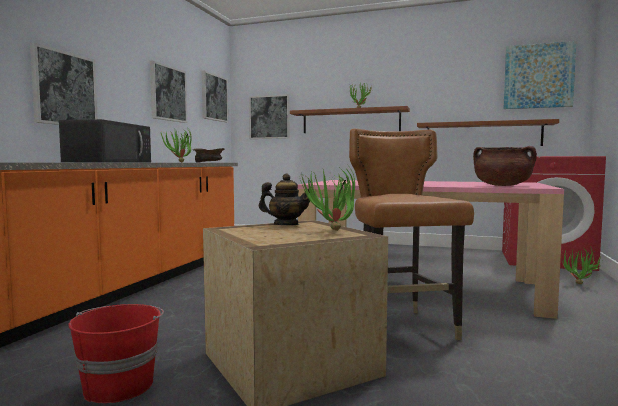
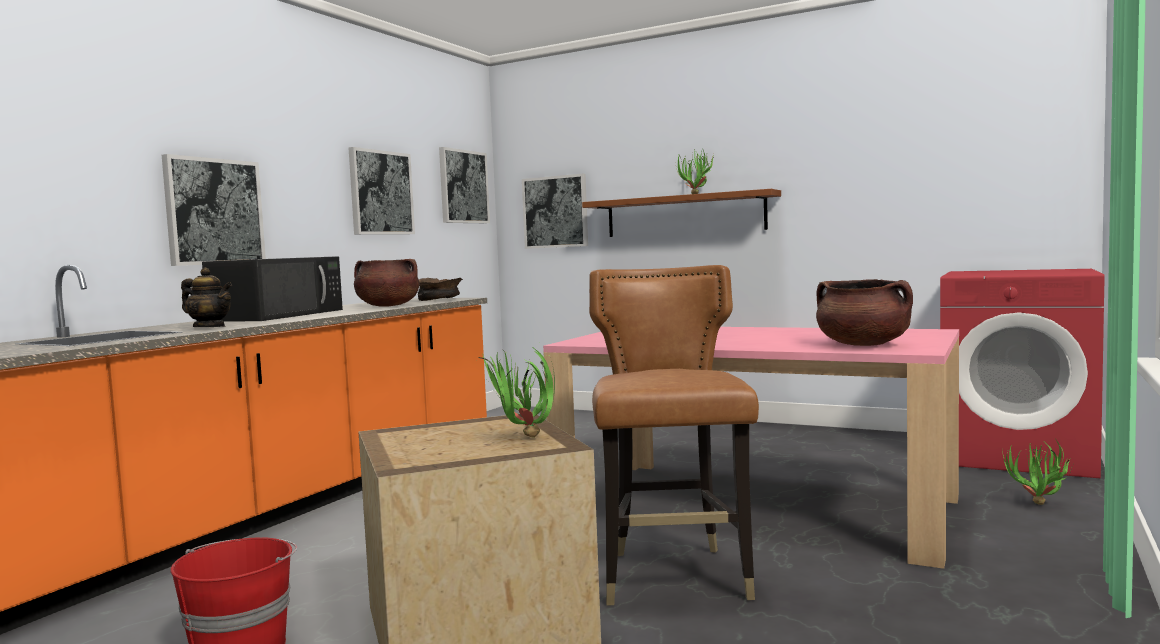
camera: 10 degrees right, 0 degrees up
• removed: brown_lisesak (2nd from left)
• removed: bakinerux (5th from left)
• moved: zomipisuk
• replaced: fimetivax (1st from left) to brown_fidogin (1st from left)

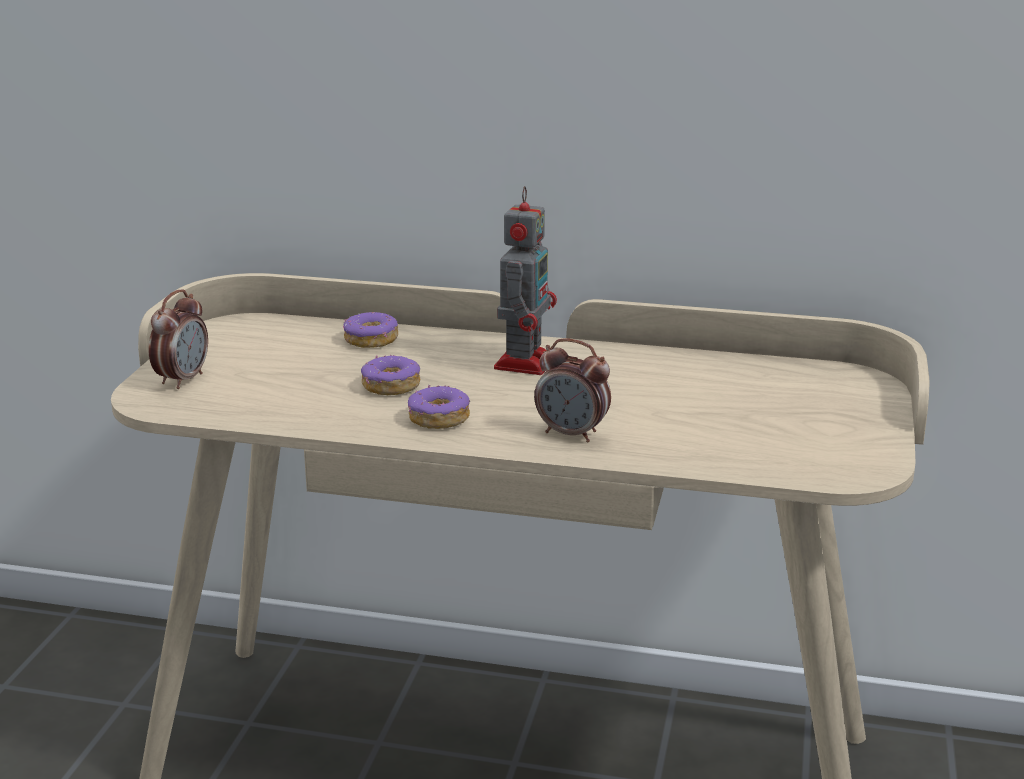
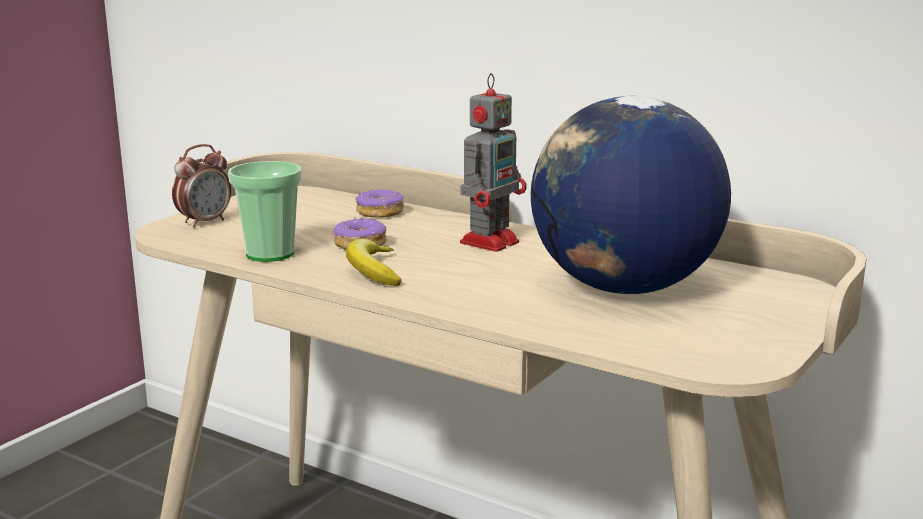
camera: 20 degrees right, 5 degrees down
• removed: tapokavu (2nd from left)
• added: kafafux
• added: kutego
• replaced: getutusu (3rd from left) to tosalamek

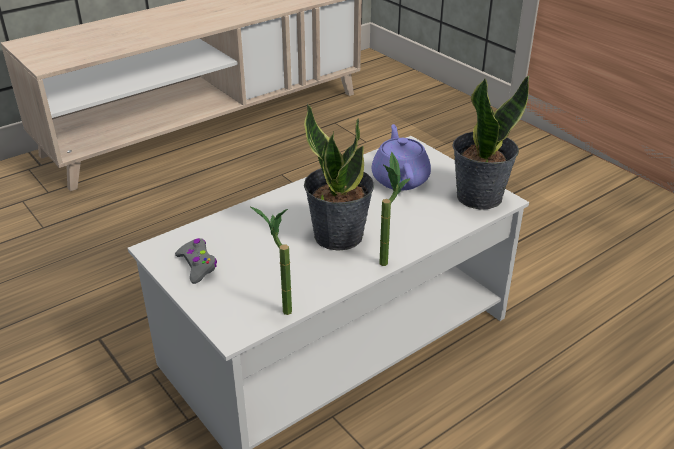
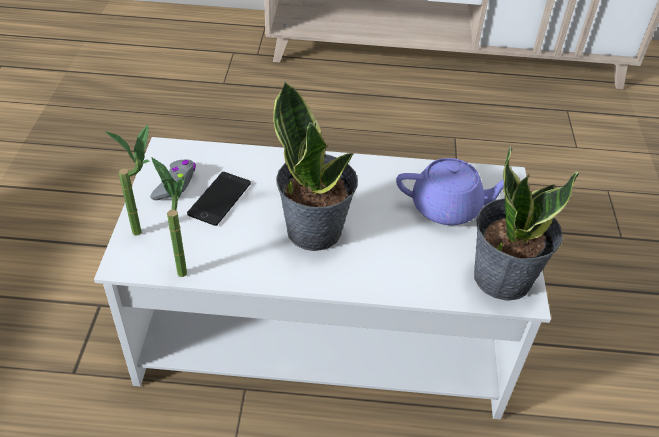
camera: 40 degrees right, 10 degrees up
• added: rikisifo
• moved: fimetivax (3rd from left in the first image) to fimetivax (1st from left)
• turned: purple_zomipisuk 60 degrees clockwise

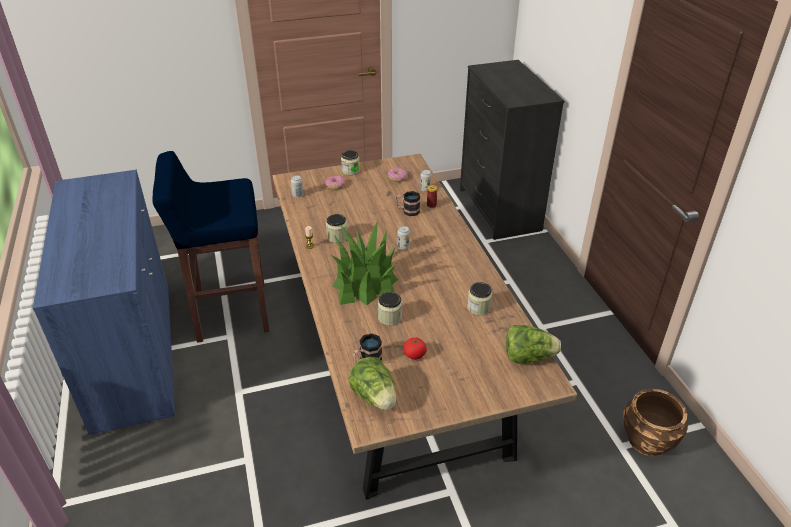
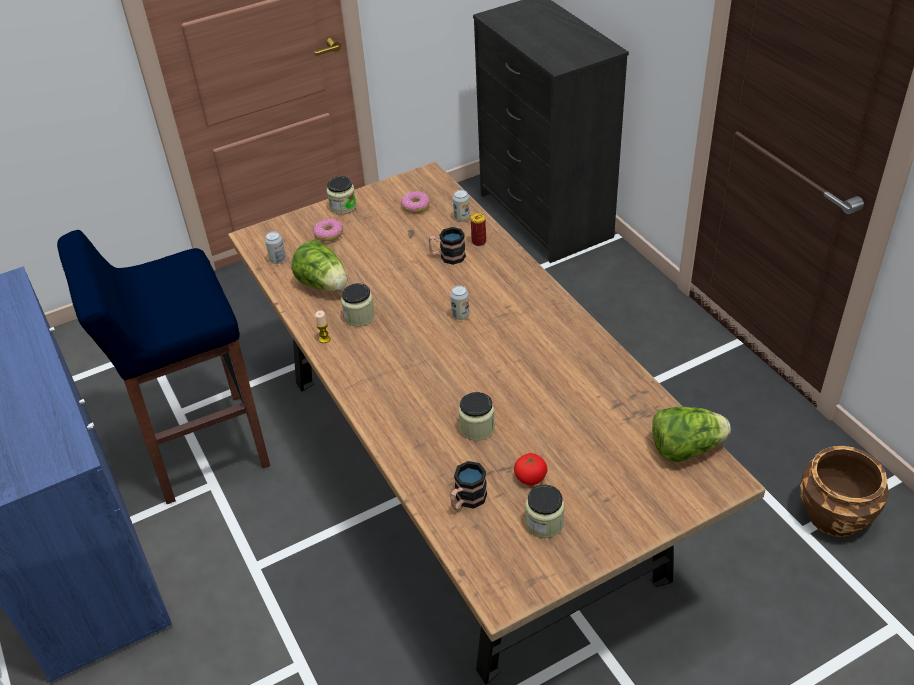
camera: 10 degrees left, 5 degrees up
• removed: fimetivax
• moved: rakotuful (1st from left)
• moved: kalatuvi (4th from left)

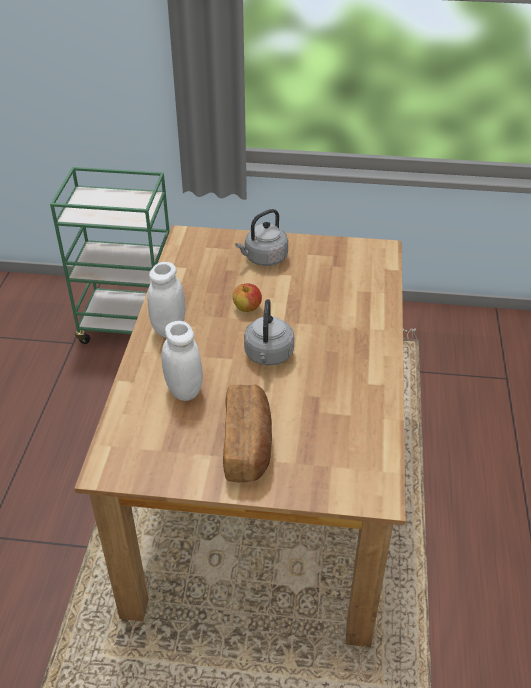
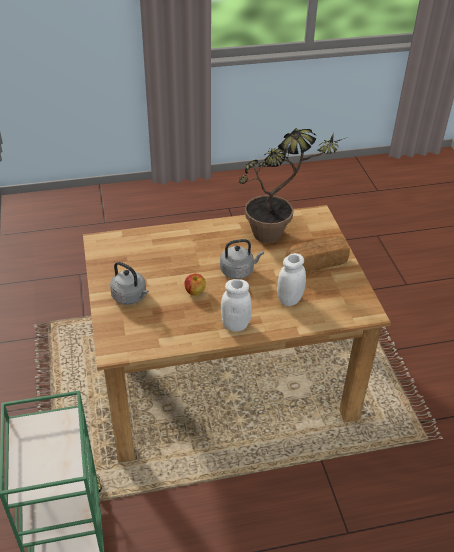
camera: 110 degrees left, 0 degrees up
• added: fimetivax

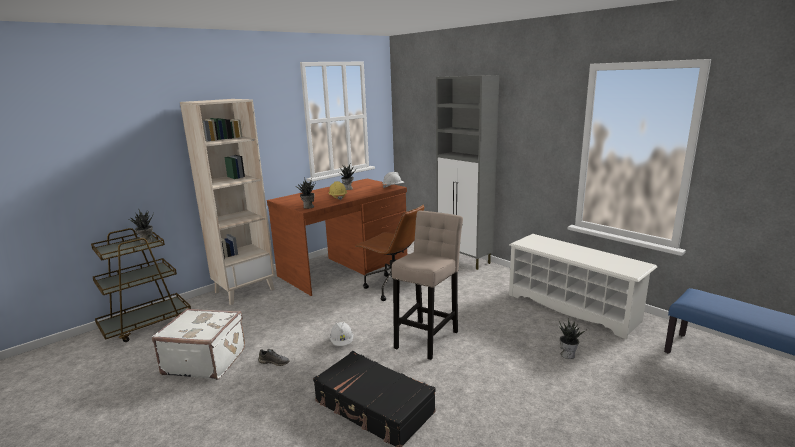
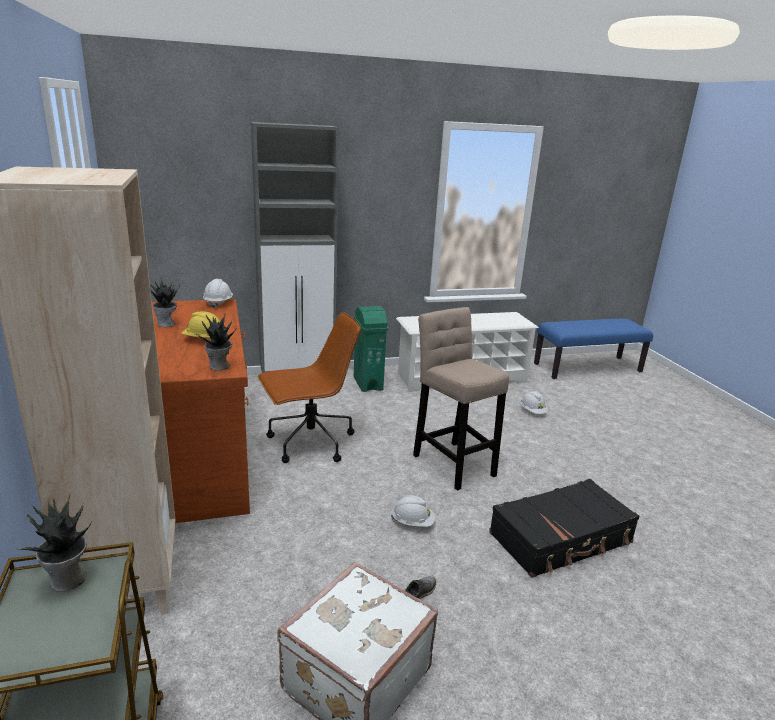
camera: 65 degrees left, 5 degrees up
• added: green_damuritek
• replaced: fimetivax (4th from left) to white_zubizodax (3rd from left)

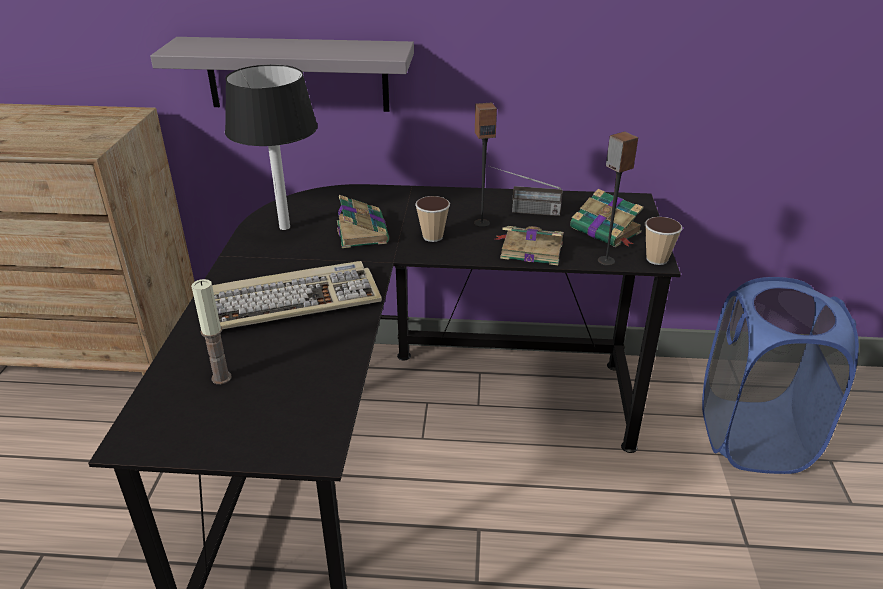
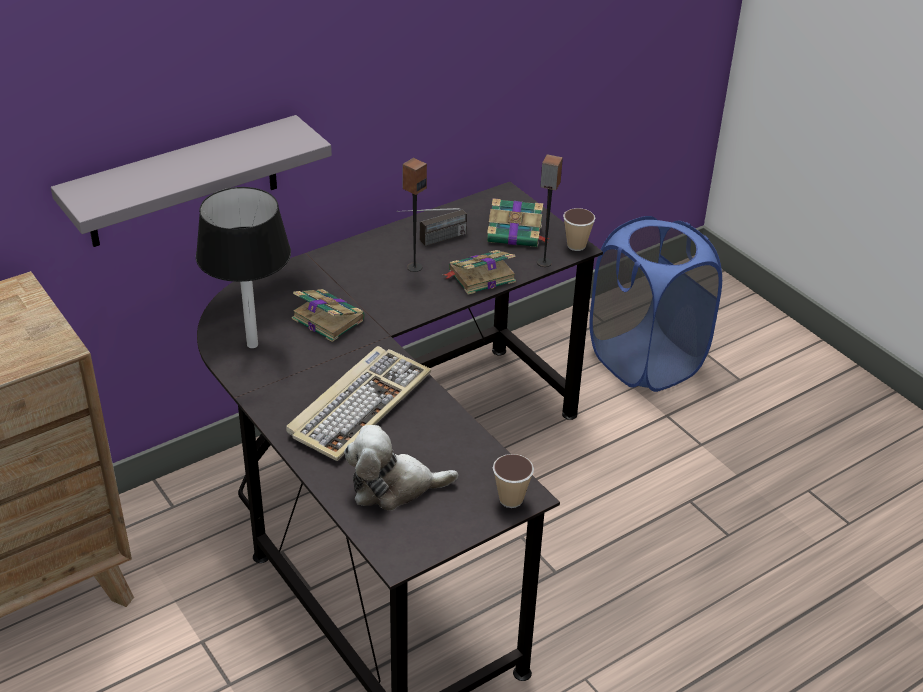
camera: 40 degrees left, 5 degrees up
• moved: kafafux (1st from left)
• replaced: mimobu to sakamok

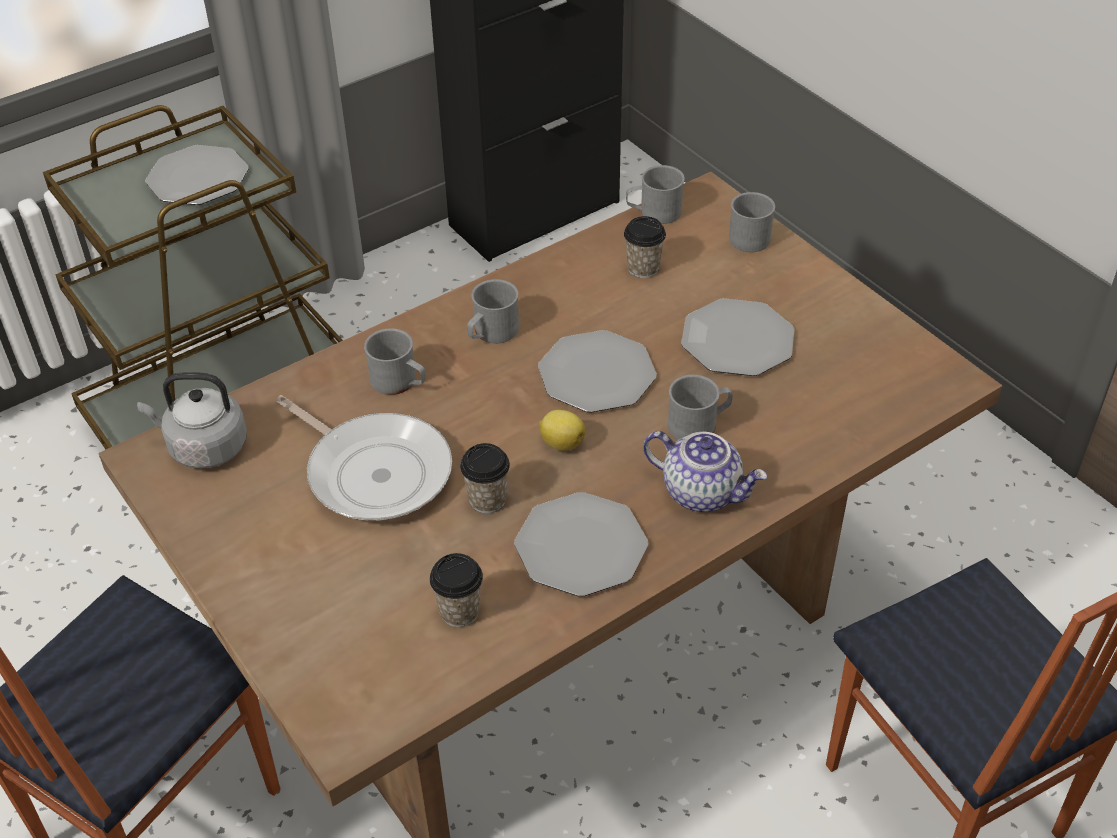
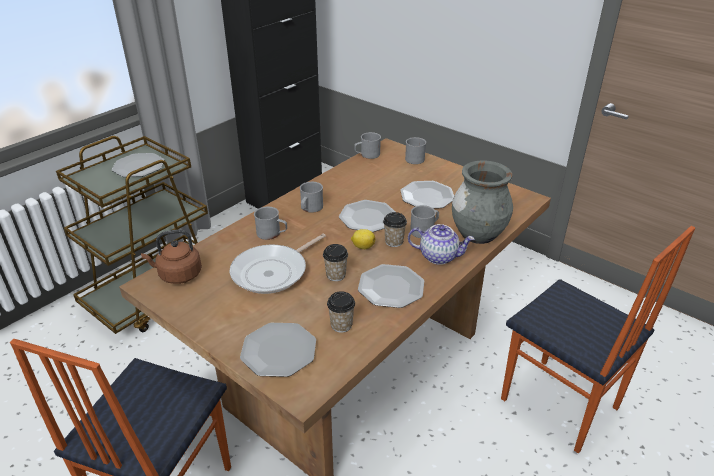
camera: 15 degrees left, 10 degrees down
• added: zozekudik (2nd from left)
• added: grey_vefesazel
• moved: kafafux (3rd from left)
• recoloured: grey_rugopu to brown_rugopu
• turned: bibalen 105 degrees clockwise

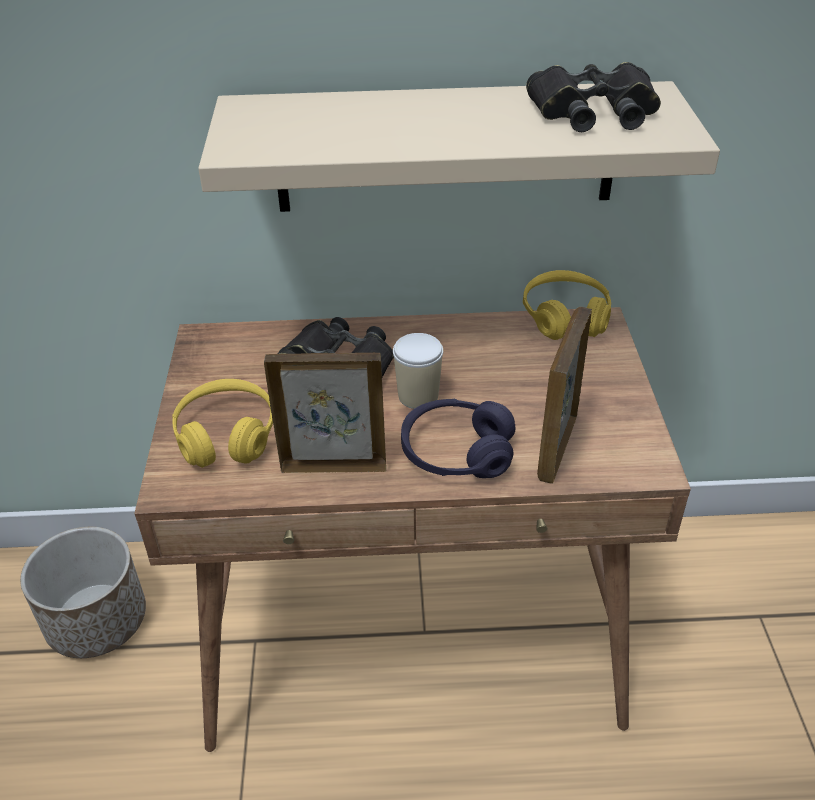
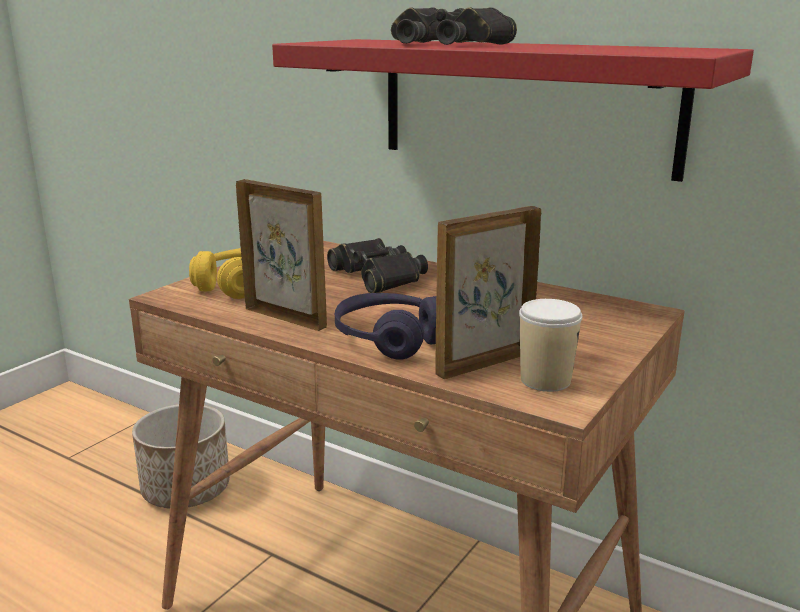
camera: 35 degrees right, 20 degrees down
• removed: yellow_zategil (2nd from left)
• moved: kafafux
• moved: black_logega (2nd from left)
• recoloured: beige_lisesak to red_lisesak

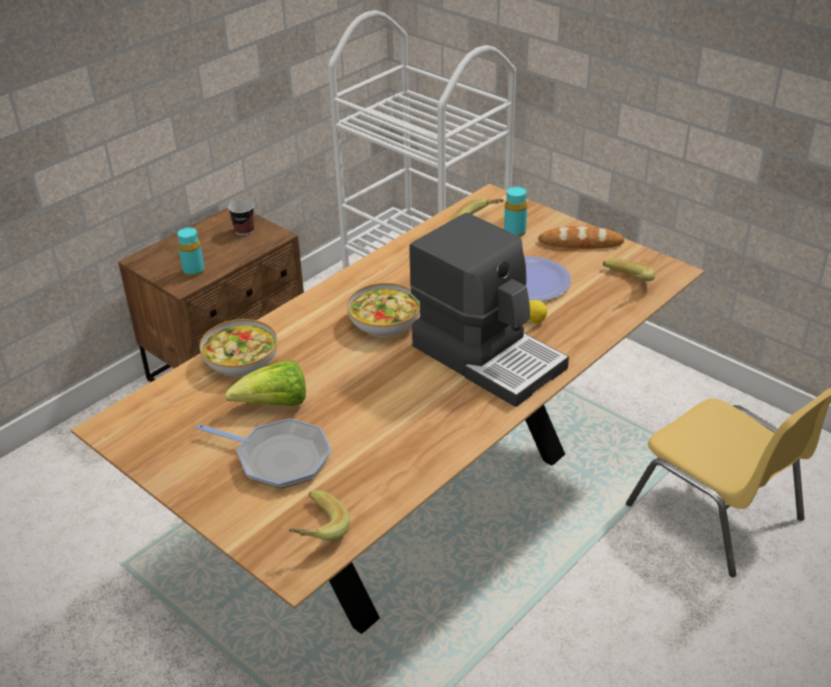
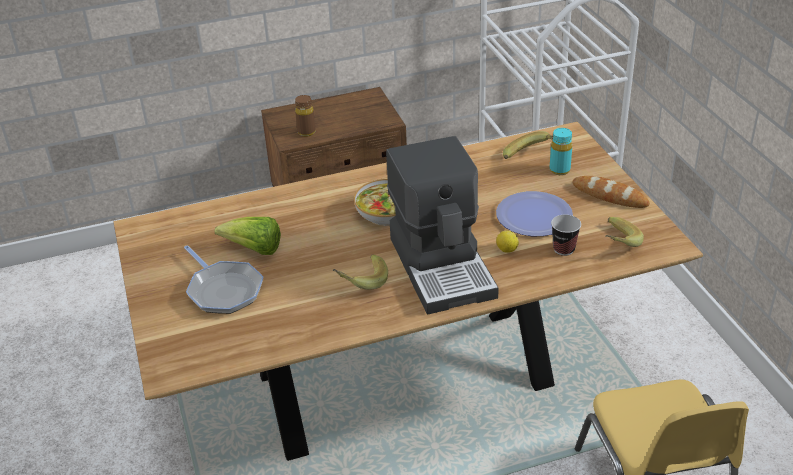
camera: 30 degrees right, 0 degrees up
• removed: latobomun (1st from left)
• moved: kafafux
• moved: tosalamek (1st from left)
• recoloured: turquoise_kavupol (1st from left) to brown_kavupol

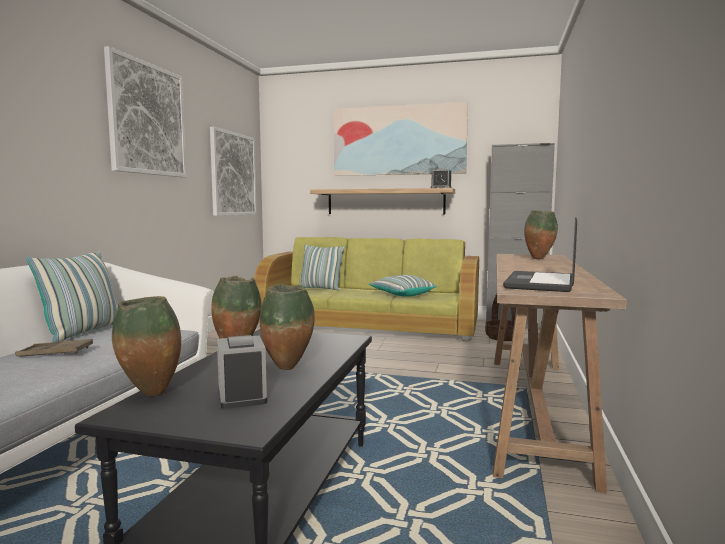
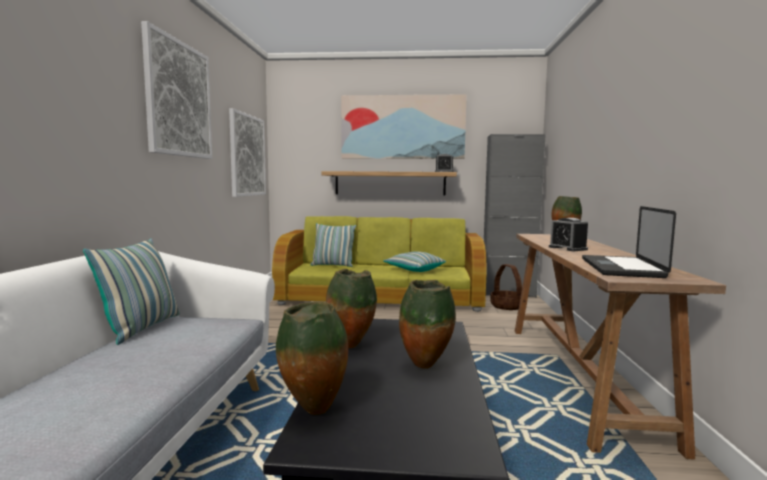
camera: 10 degrees left, 0 degrees up
• removed: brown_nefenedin
• moved: tapokavu (1st from left in the first image) to tapokavu (2nd from left)

